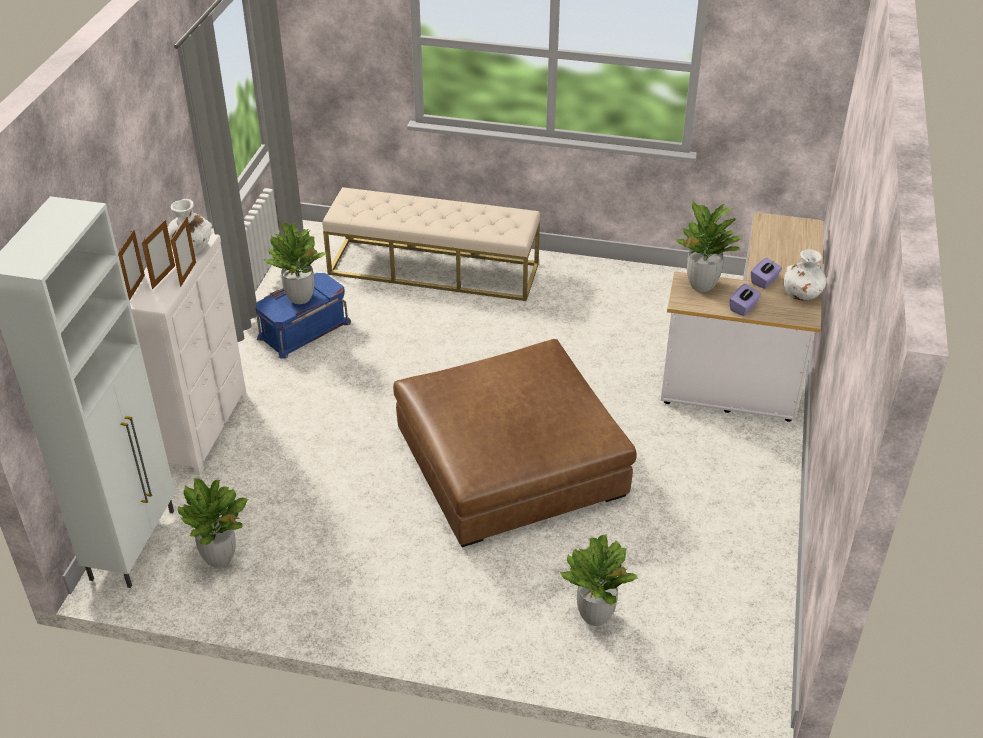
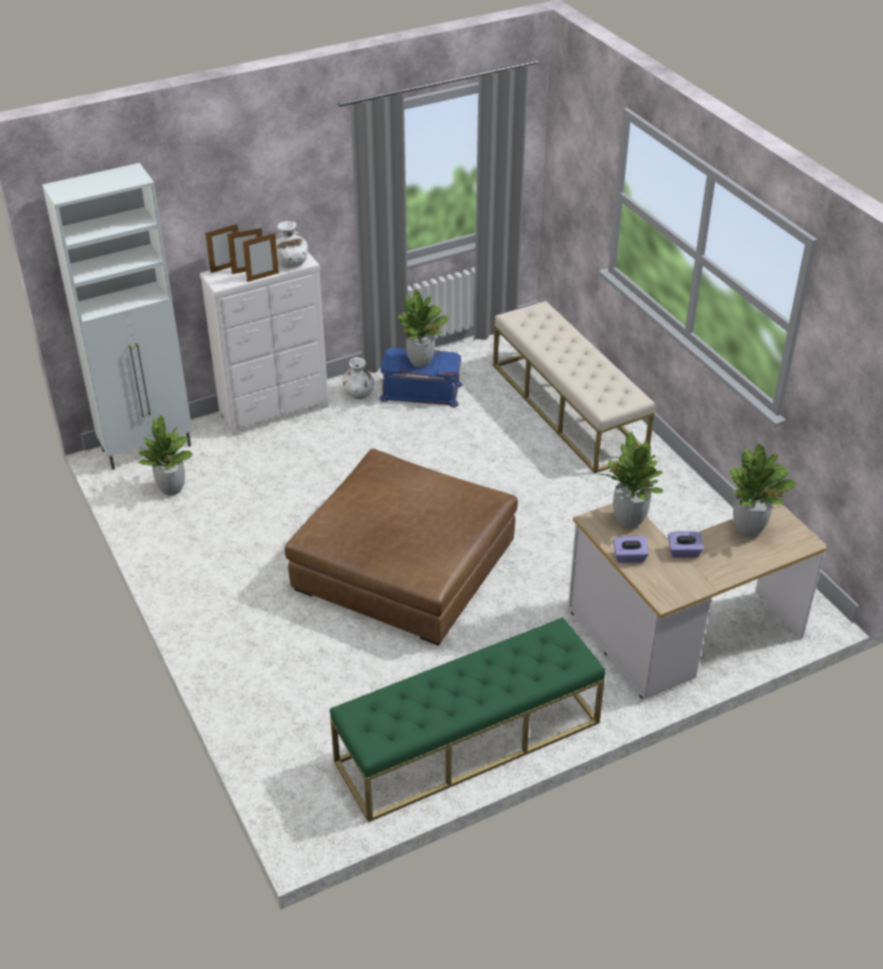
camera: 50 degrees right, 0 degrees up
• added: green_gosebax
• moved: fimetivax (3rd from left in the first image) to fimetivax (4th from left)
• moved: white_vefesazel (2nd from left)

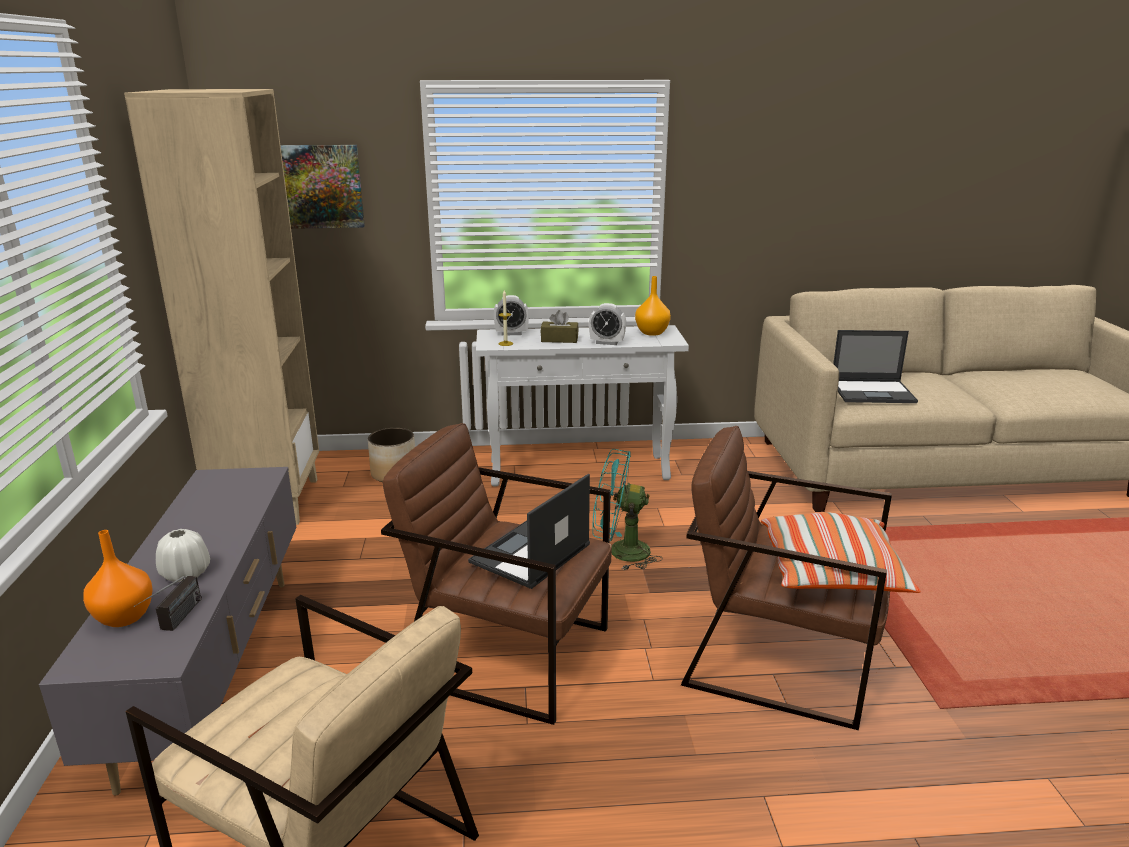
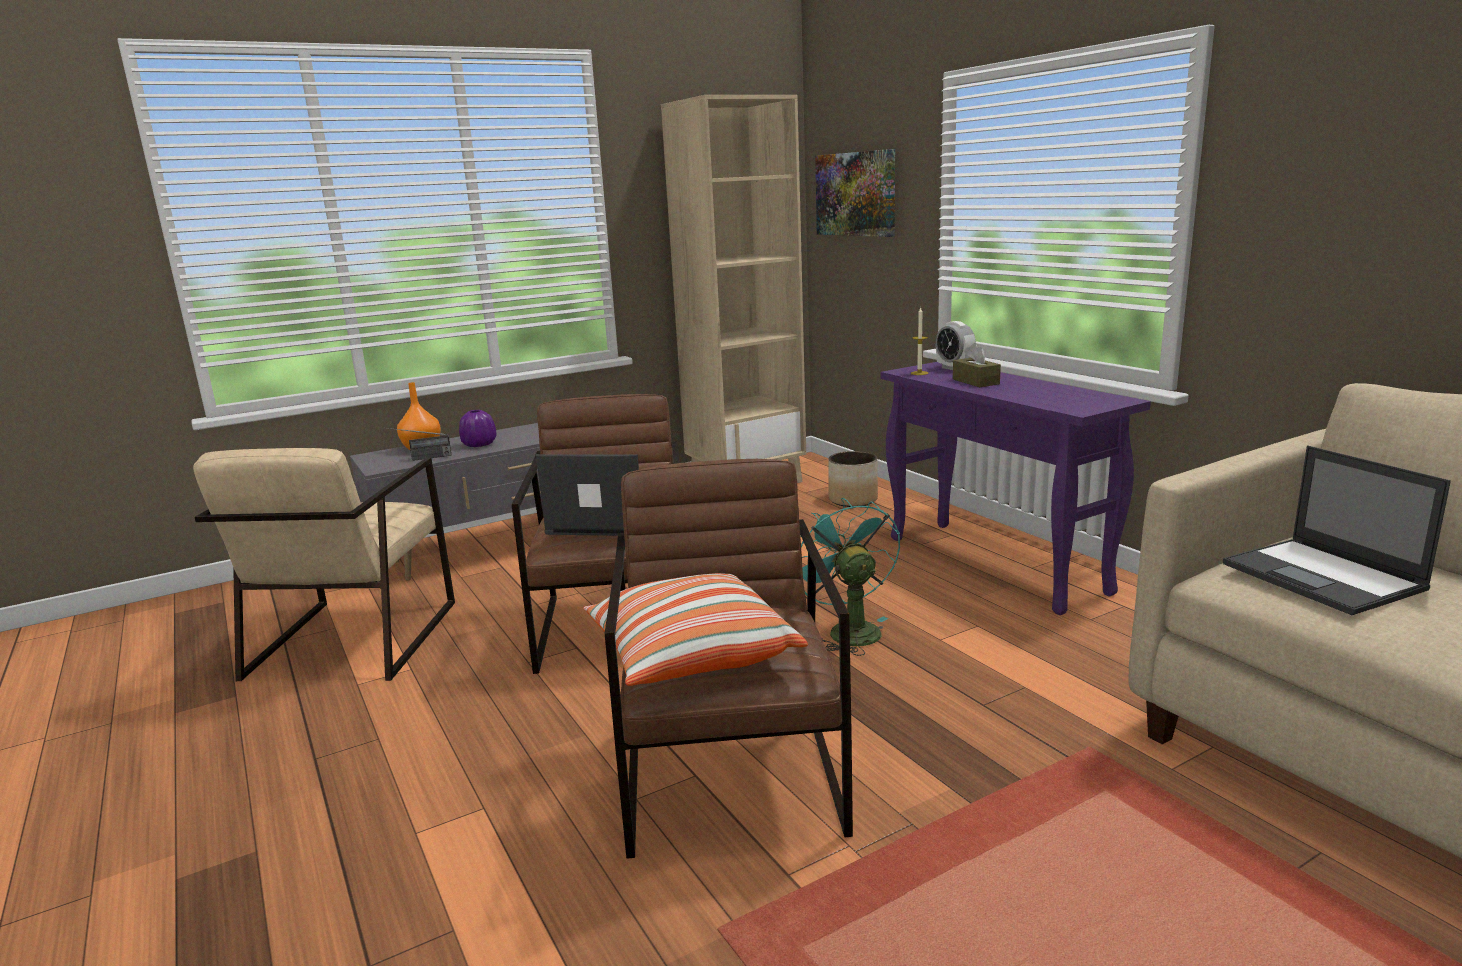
camera: 65 degrees right, 5 degrees down
• removed: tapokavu (2nd from left)
• removed: orange_vefesazel (2nd from left)
• recoloured: white_vefesazel to purple_vefesazel
• recoloured: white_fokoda to purple_fokoda

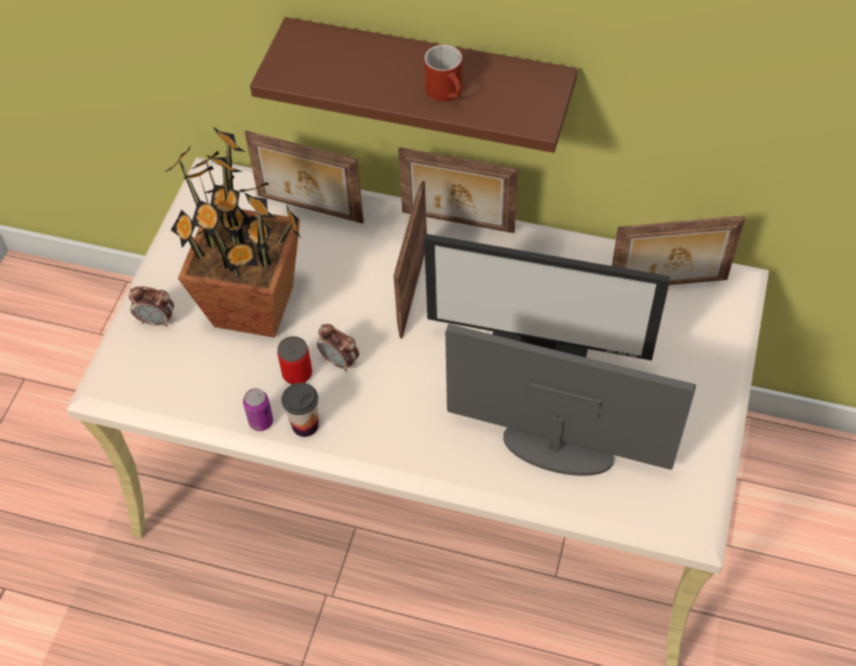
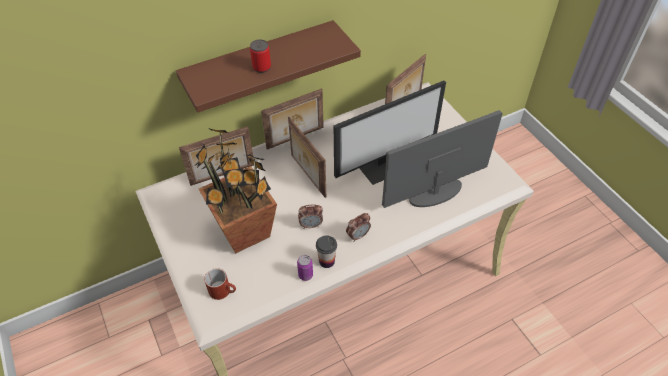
camera: 45 degrees left, 5 degrees down
• moved: tapokavu (1st from left in the first image) to tapokavu (2nd from left)
• moved: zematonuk (2nd from left in the first image) to zematonuk (1st from left)
• moved: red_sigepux

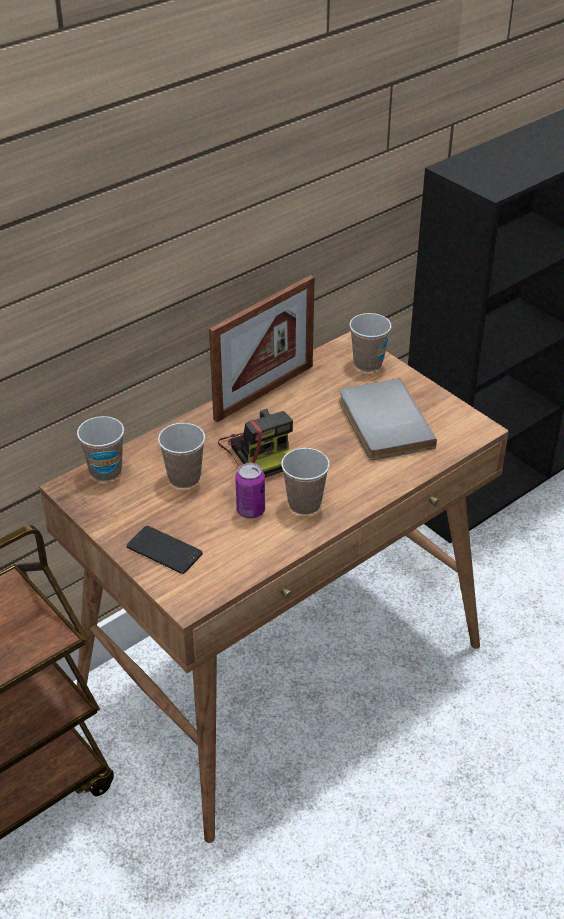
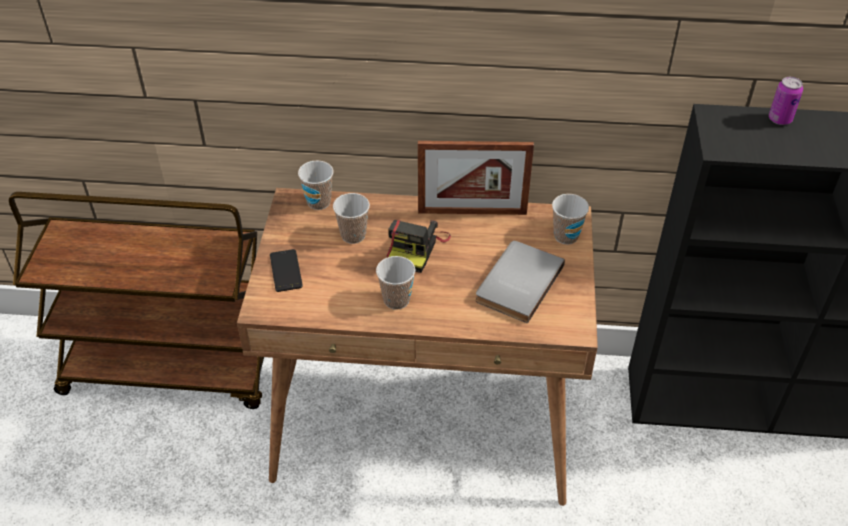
camera: 45 degrees right, 5 degrees up
• moved: zematonuk

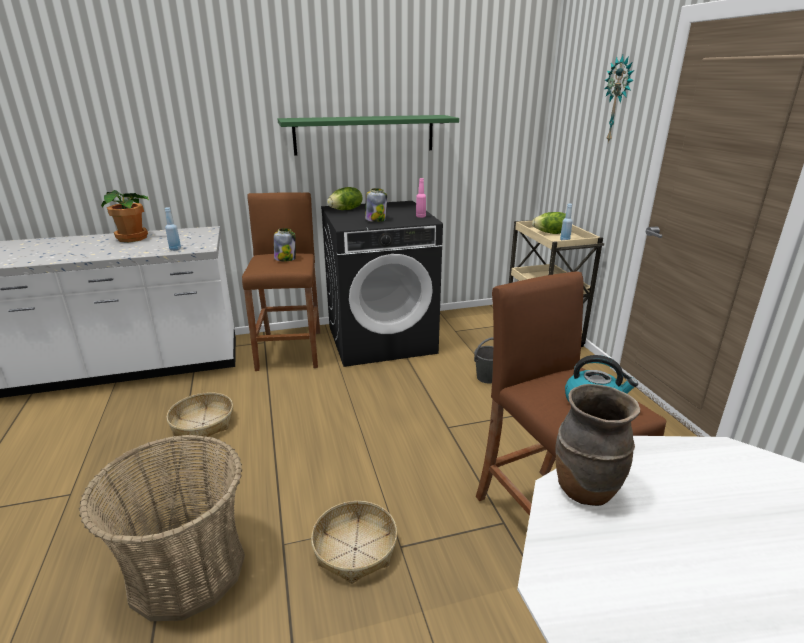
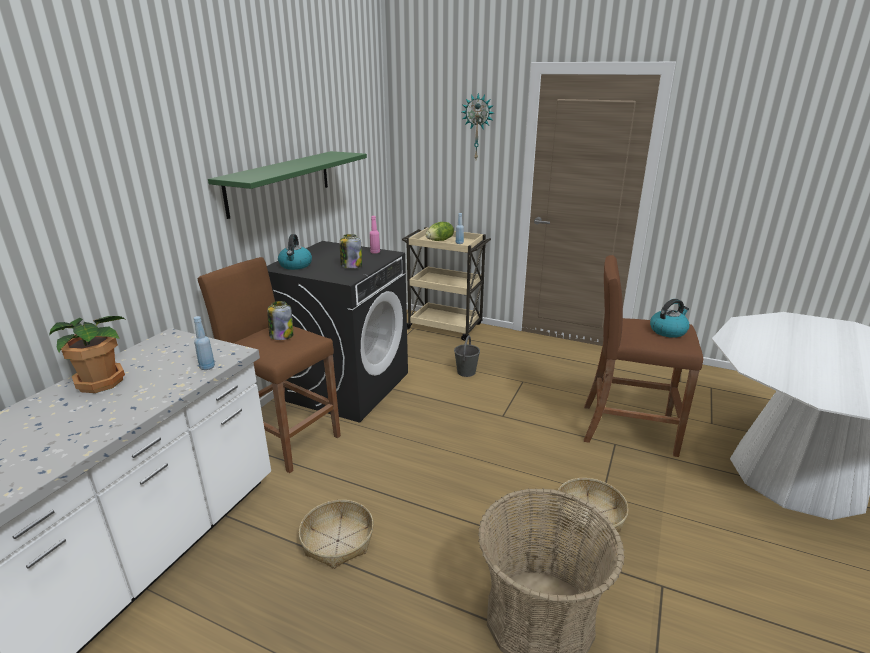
camera: 50 degrees left, 0 degrees up
• removed: brown_vefesazel
• replaced: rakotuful (1st from left) to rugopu (1st from left)

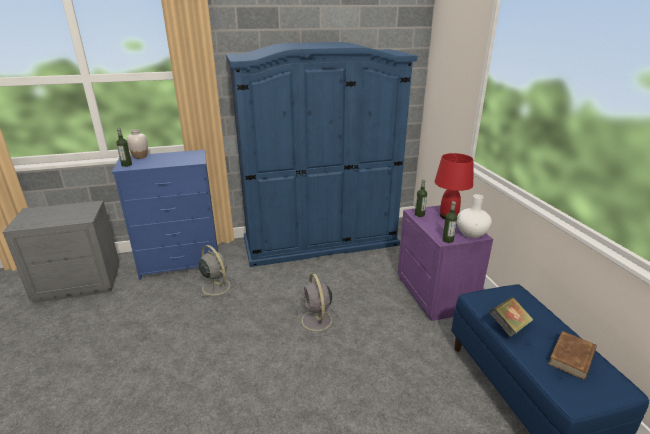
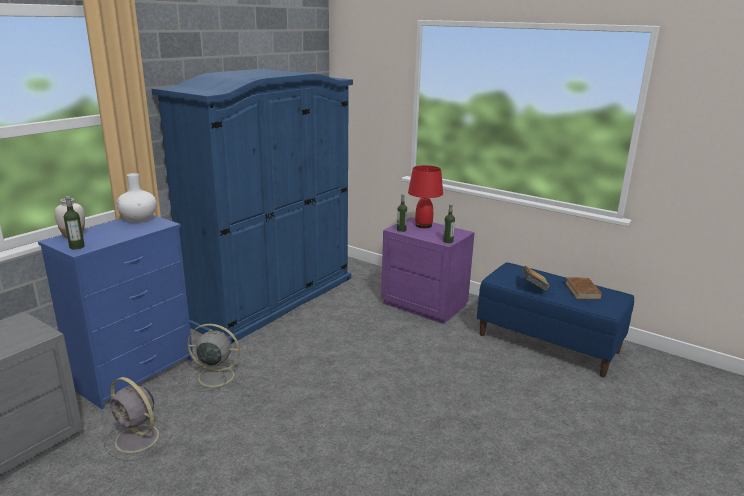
camera: 40 degrees left, 5 degrees down
• moved: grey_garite (2nd from left in the first image) to grey_garite (1st from left)
• moved: white_vefesazel (2nd from left)

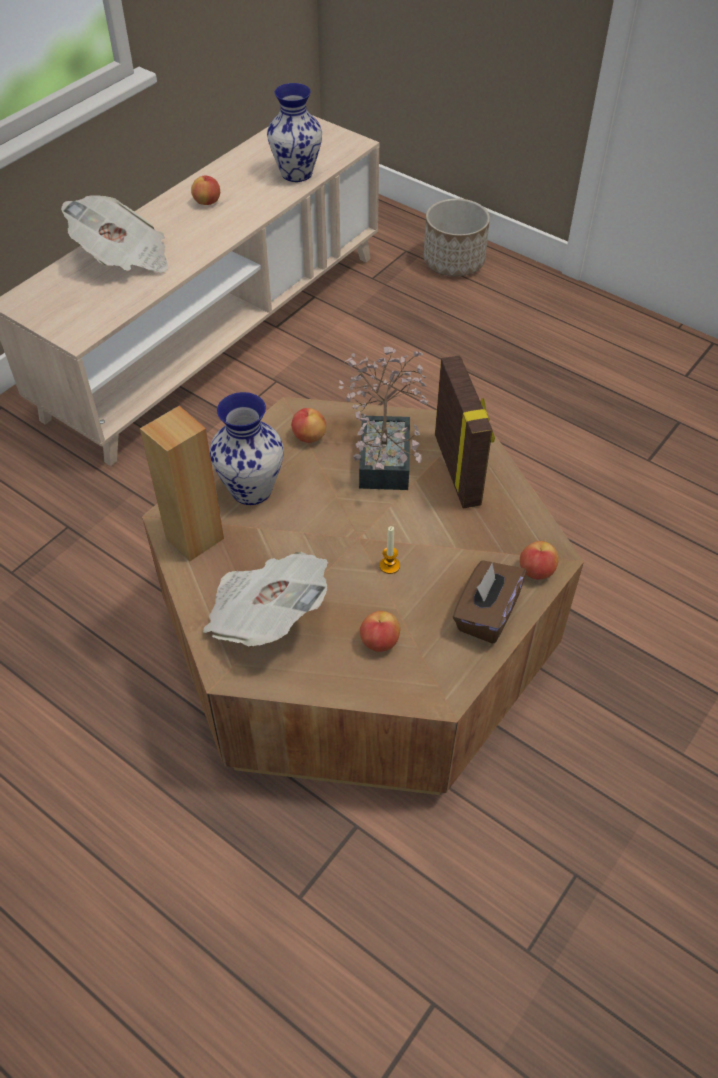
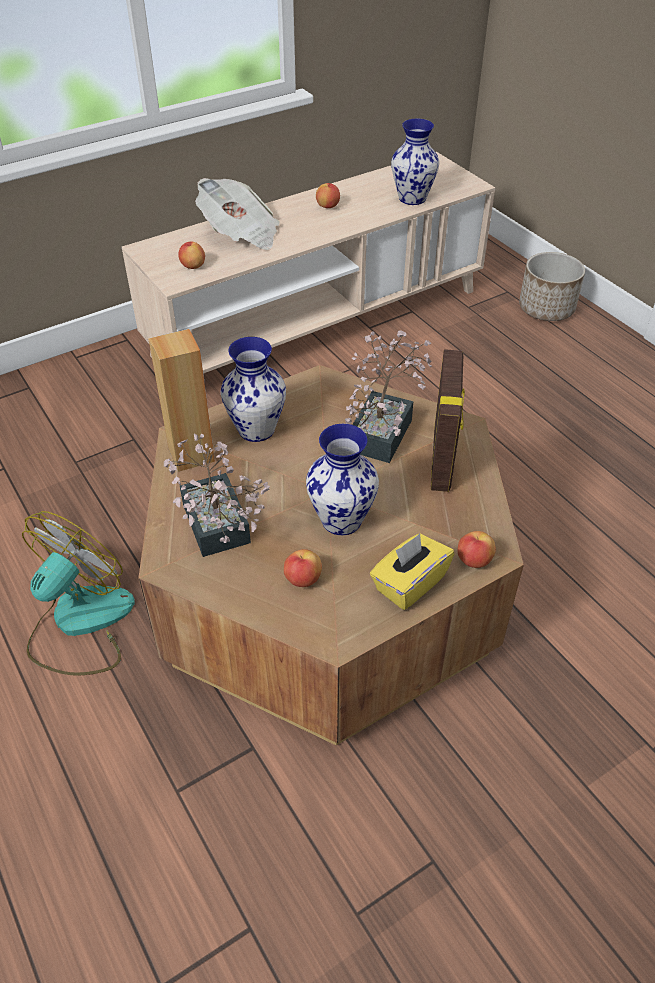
camera: 20 degrees right, 5 degrees down
• added: garite
• moved: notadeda (2nd from left in the first image) to notadeda (1st from left)
• replaced: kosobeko (2nd from left) to fimetivax (1st from left)
• replaced: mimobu to vefesazel (2nd from left)
• recoloured: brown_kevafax to yellow_kevafax

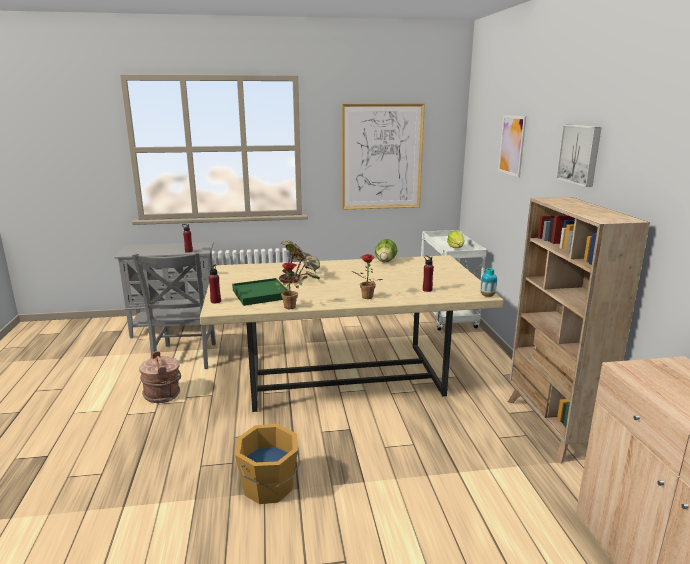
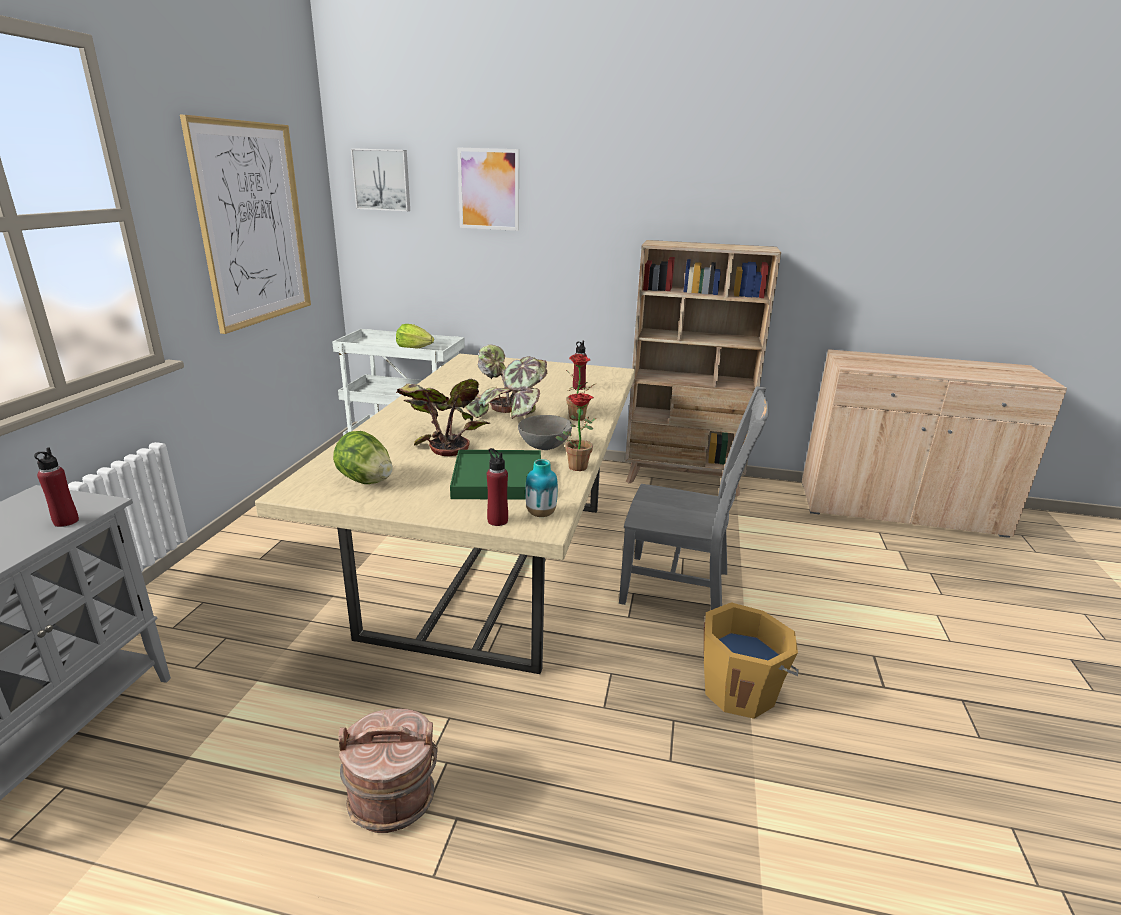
camera: 70 degrees left, 5 degrees up
• added: fimetivax (2nd from left)
• added: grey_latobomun
• moved: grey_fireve
• moved: rakotuful (1st from left)
• moved: vefesazel
• moved: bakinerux (3rd from left in the first image) to bakinerux (2nd from left)

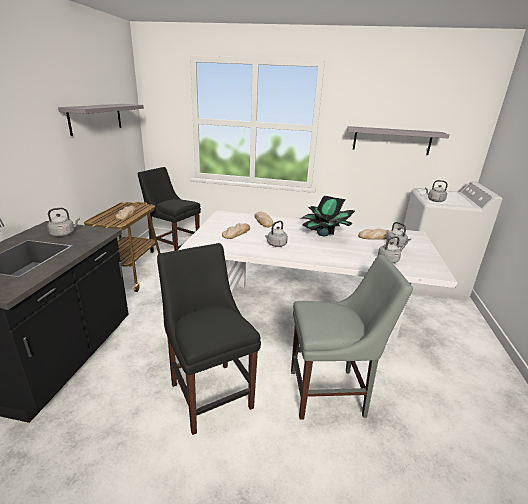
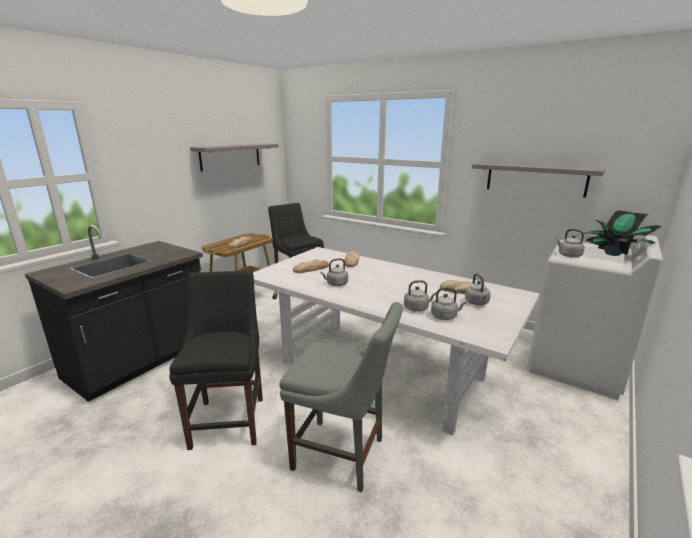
camera: 25 degrees right, 5 degrees down
• moved: grey_rugopu (1st from left in the first image) to grey_rugopu (2nd from left)
• moved: fimetivax

